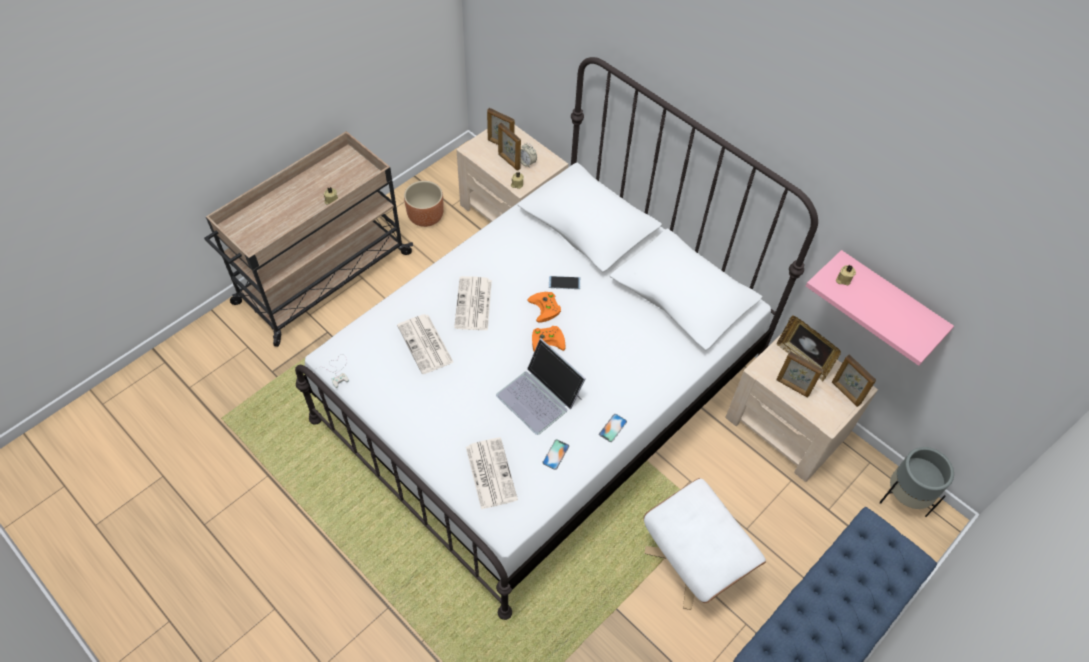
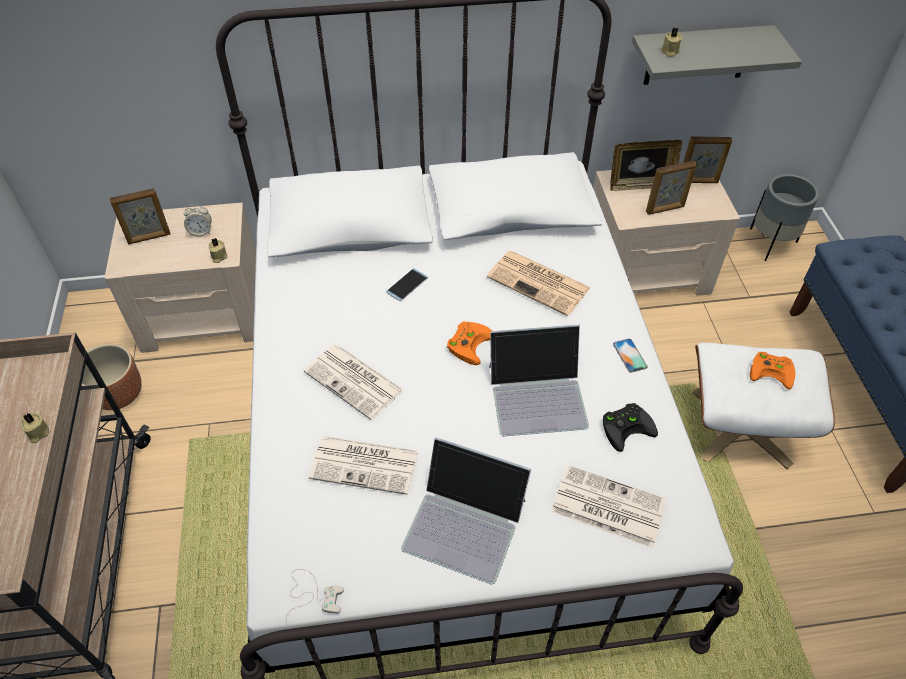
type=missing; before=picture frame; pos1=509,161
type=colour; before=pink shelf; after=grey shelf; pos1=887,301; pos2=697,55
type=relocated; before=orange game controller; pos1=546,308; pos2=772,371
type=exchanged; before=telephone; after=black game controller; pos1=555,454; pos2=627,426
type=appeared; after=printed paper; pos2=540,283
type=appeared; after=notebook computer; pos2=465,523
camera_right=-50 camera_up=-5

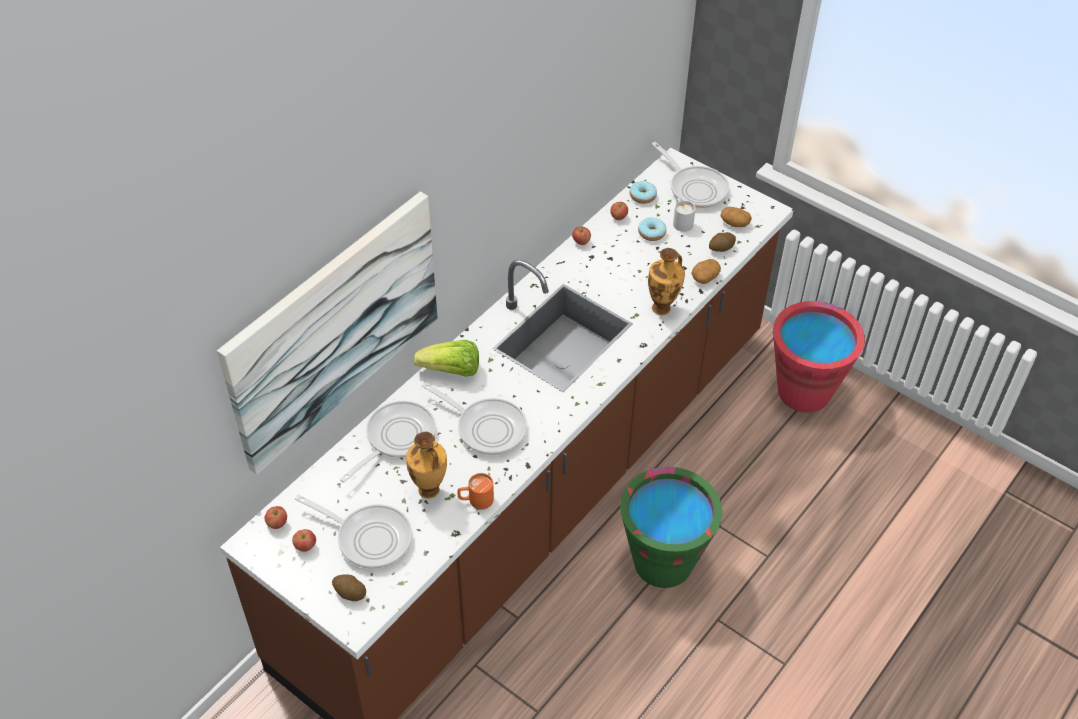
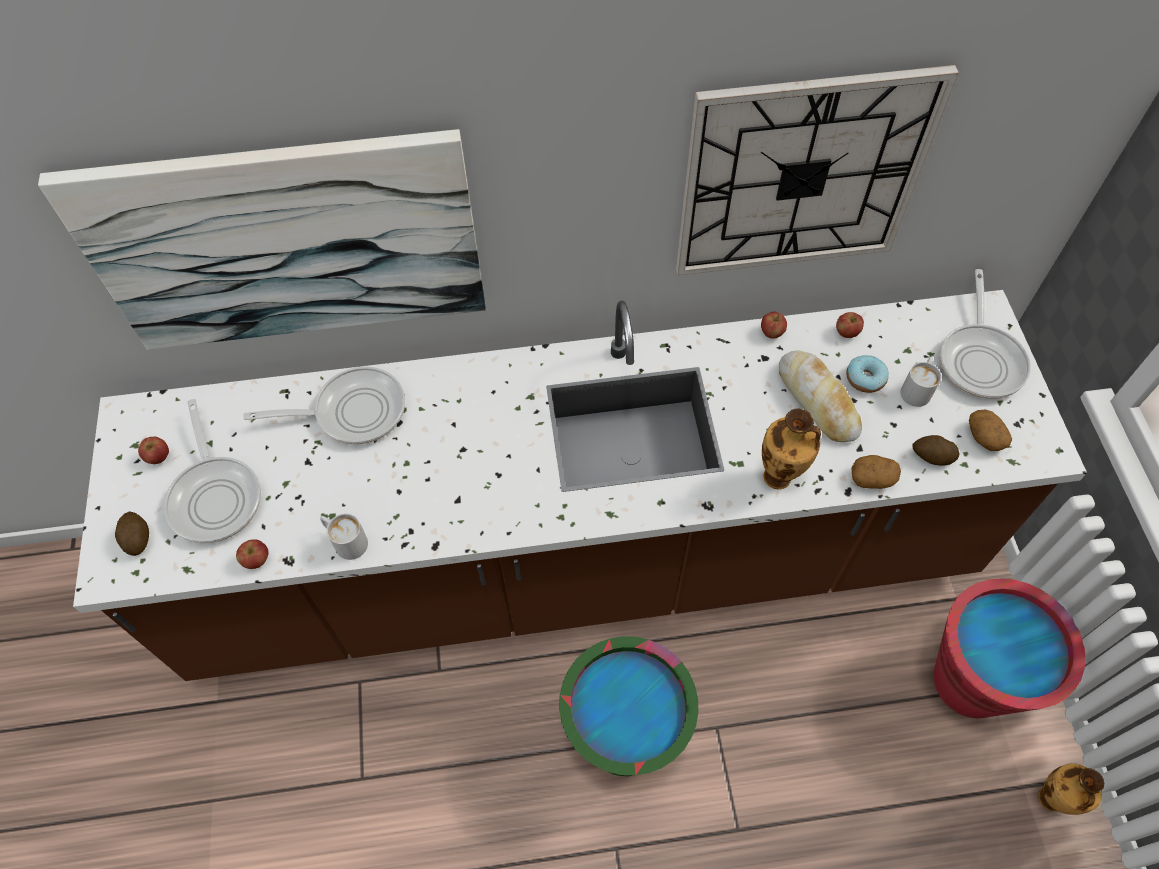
type=missing; before=donut; pos1=642,196
type=missing; before=lettuce head; pos1=451,371
type=missing; before=pan; pos1=486,427
type=relocated; before=vase; pos1=429,491; pos2=1050,800
type=colour; before=orange tea mug; after=white tea mug; pos1=475,500; pos2=345,541
type=relocated; before=apple; pos1=277,523; pos2=256,560
type=appeared; after=wall clock; pos2=801,176
type=appeared; after=baked bread; pos2=817,401
camera_right=45 camera_up=10

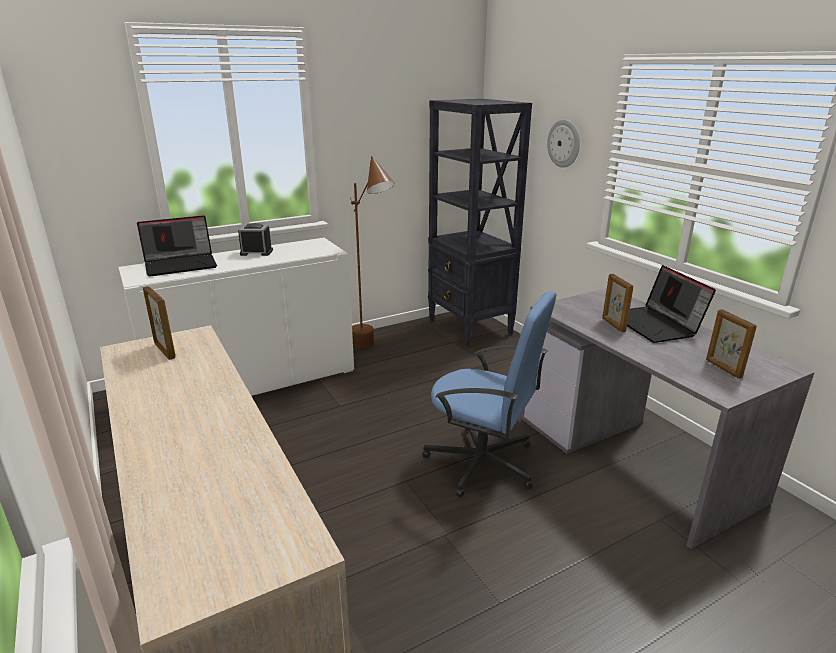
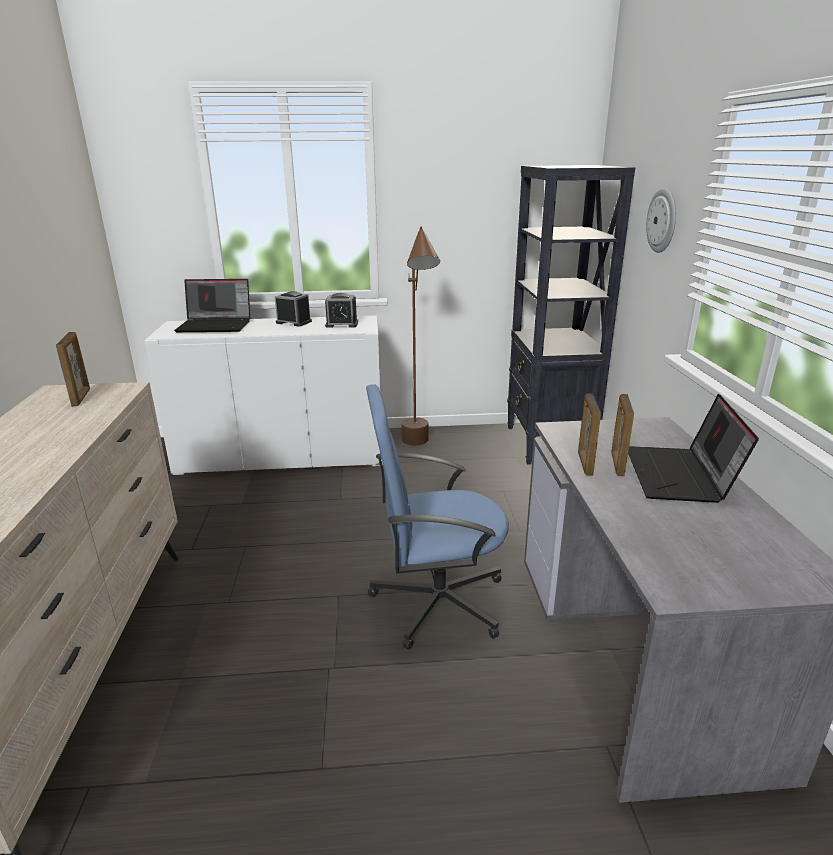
type=spun; before=bluish office chair; pos1=483,463; pos2=436,601; turn=120
type=relocated; before=picture frame; pos1=723,369; pos2=585,464
type=appeared; after=bedside clock; pos2=342,324
camera_right=25 camera_up=0

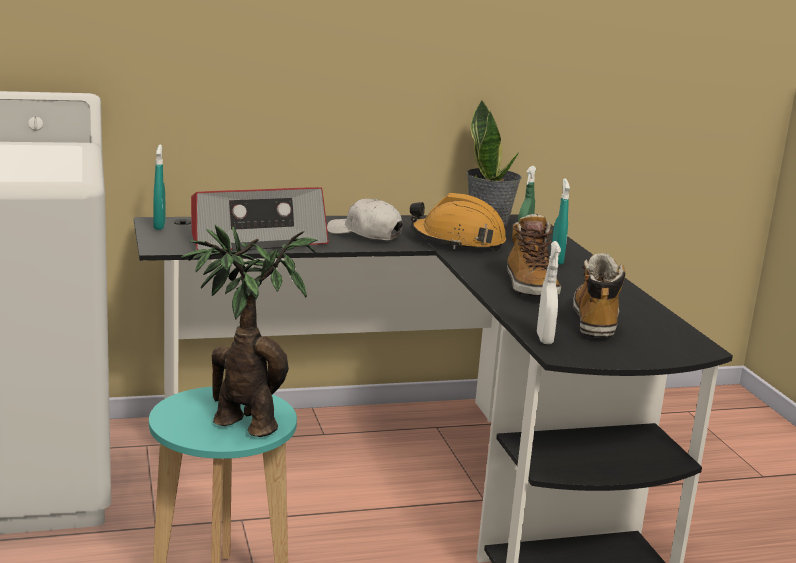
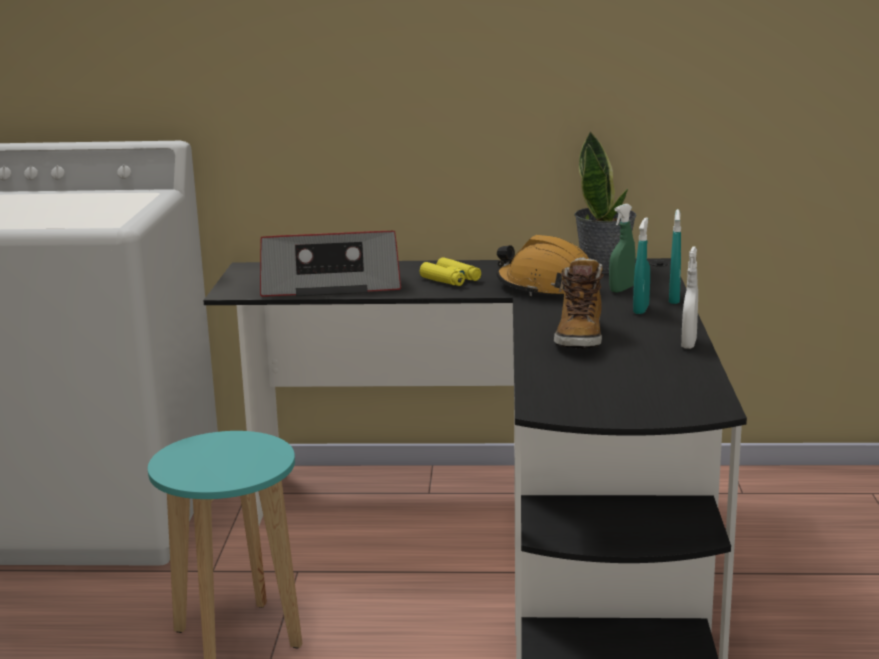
type=relocated; before=blue-green spray bottle; pos1=159,226; pos2=674,299
type=exchanged; before=white peaked cap; after=yellow-coloured field glasses; pos1=365,234; pos2=451,279
type=missing; before=potted plant; pos1=241,422
type=relocated; before=white spray bottle; pos1=544,339; pos2=688,344
type=missing; before=boot; pos1=595,321
camera_right=20 camera_up=0

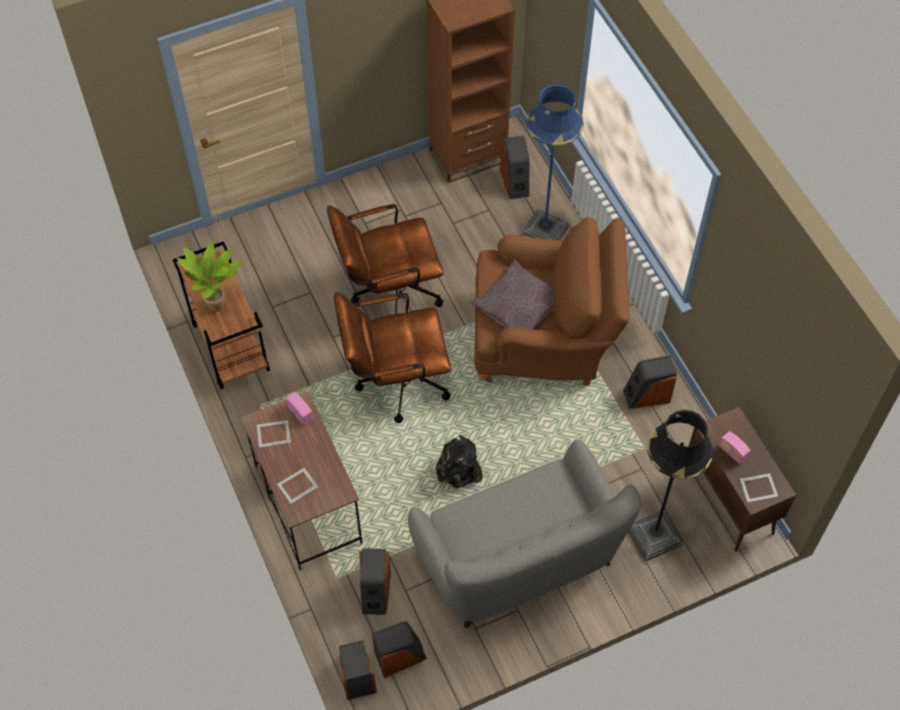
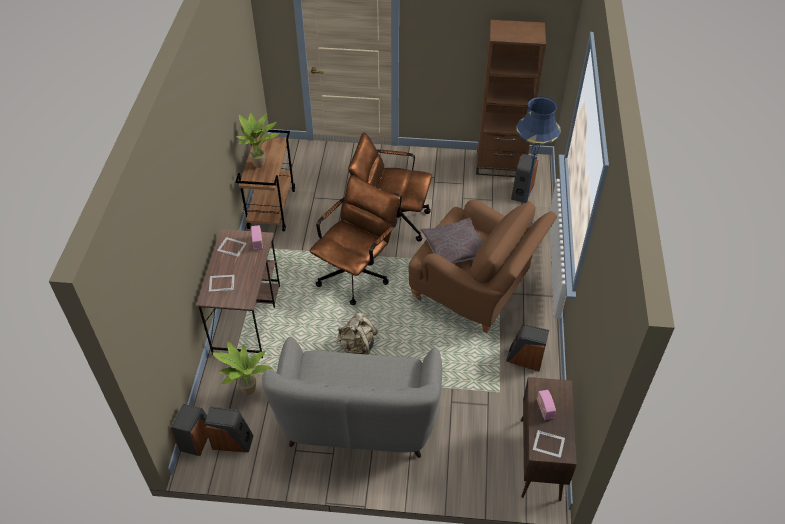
type=spun; before=brown office chair; pos1=395,382; pos2=357,272; turn=105
type=missing; before=black floor lamp; pos1=654,536
type=colour; before=black backpack; after=beige-coloured backpack; pos1=459,473; pos2=357,346
type=exchanged; before=audio speaker; after=potted plant; pos1=375,592; pos2=248,392
camera_right=30 camera_up=-10

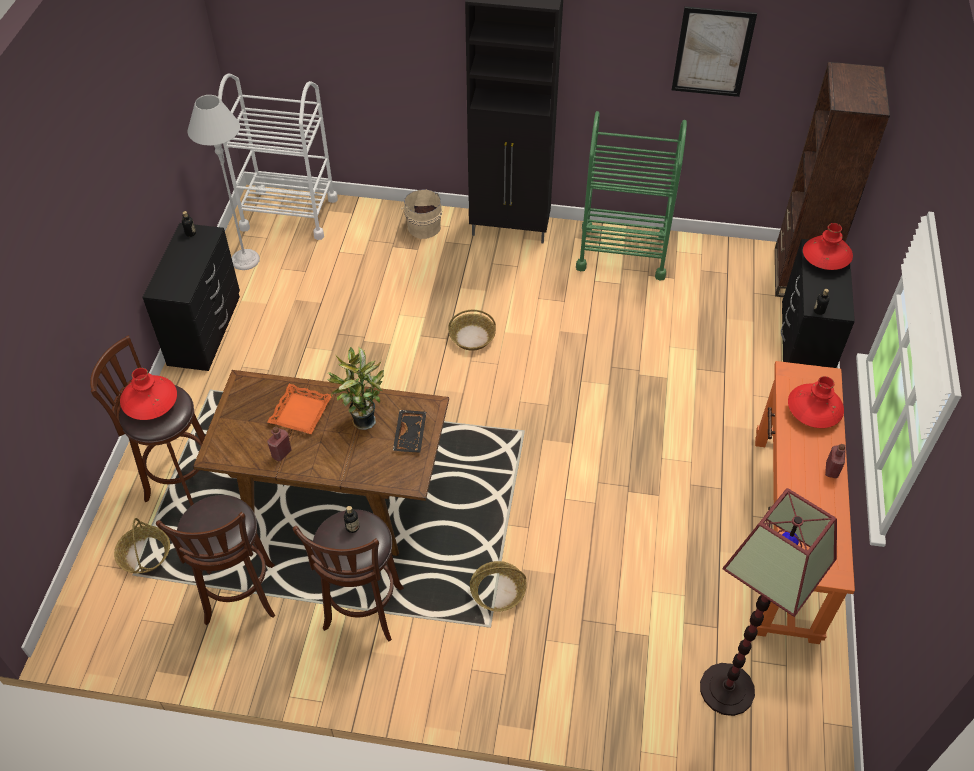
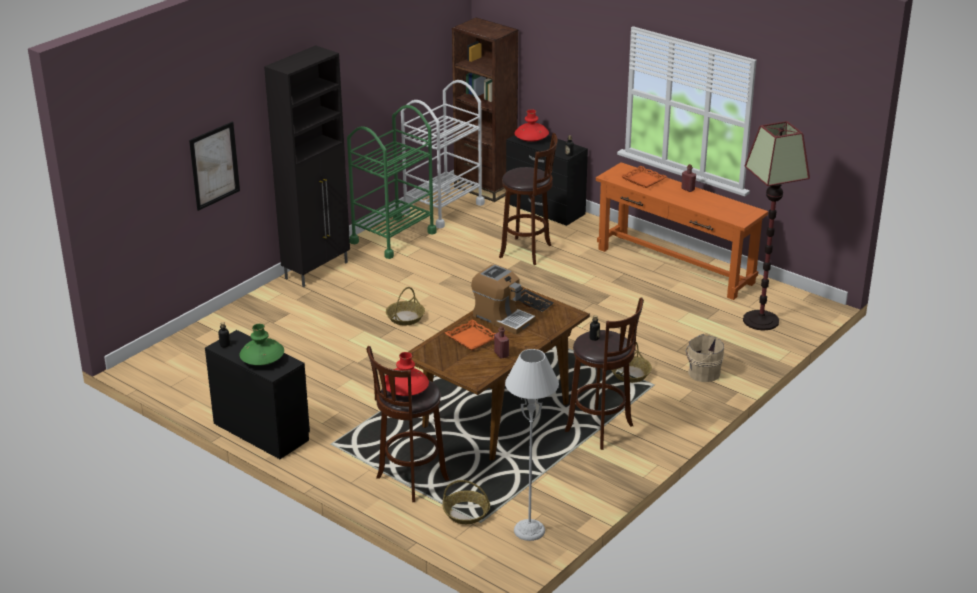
type=relocated; before=wall picture; pos1=712,52; pos2=214,165
type=relocated; before=white wheeled cart; pos1=289,213; pos2=443,208
type=relocated; before=grey floor lamp; pos1=245,260; pos2=529,530
type=relocated; before=beige-coloured bucket; pos1=423,226; pos2=702,373
type=exchanged; before=potted plant; after=coffee maker; pos1=361,420; pos2=502,318
type=exchanged; before=reddish vase; after=orange tray; pos1=813,412; pos2=643,180
type=relocated; before=brown stool seat; pos1=240,598; pos2=528,252
type=appeared; after=green-coloured vase; pos2=262,359
camera_right=-60 camera_up=-20

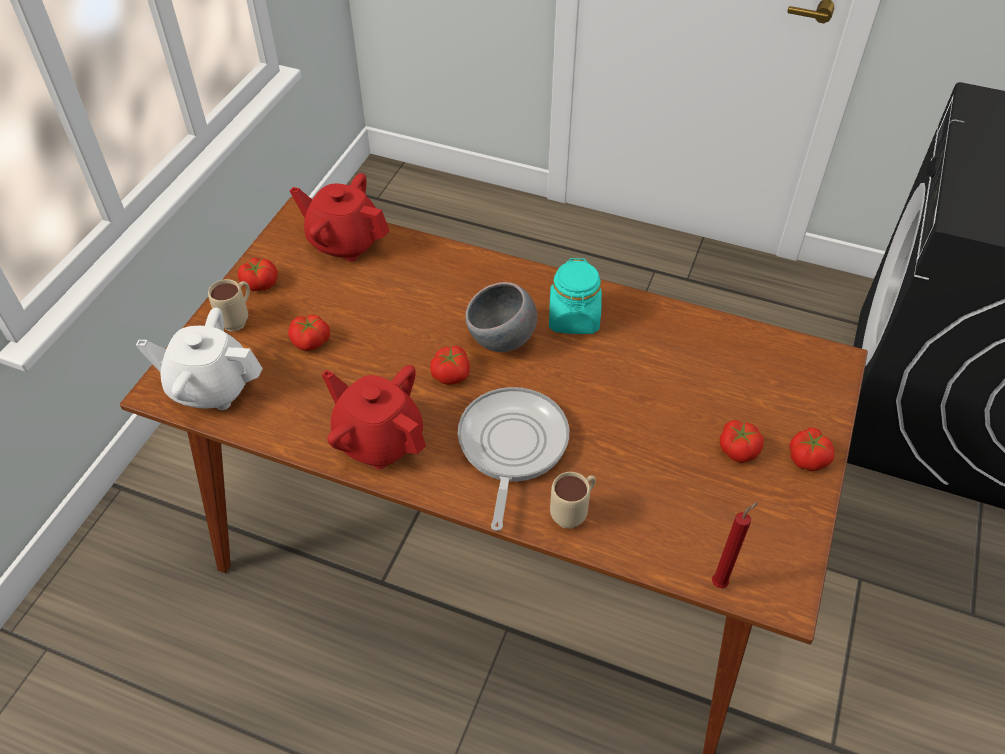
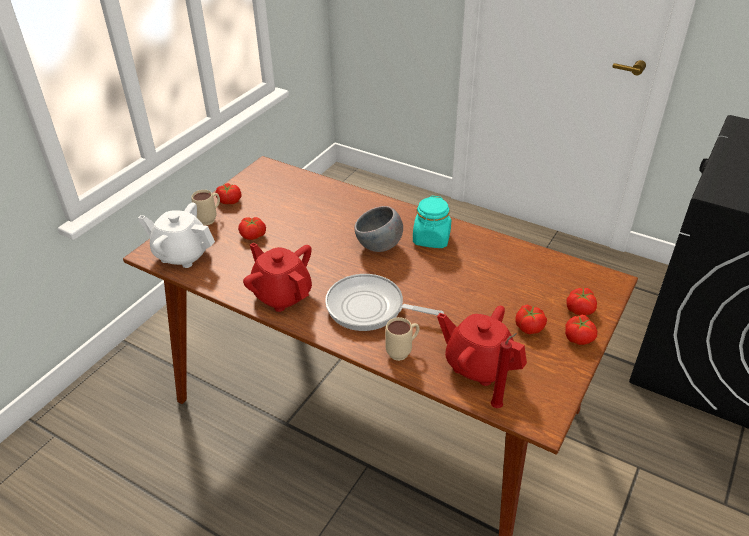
type=relocated; before=reddish teapot; pos1=345,242; pos2=478,365
type=relocated; before=fresh tomato; pos1=451,374; pos2=580,309
type=spun; before=pan; pos1=511,446; pos2=370,308; turn=-90
camera_right=10 camera_up=-10

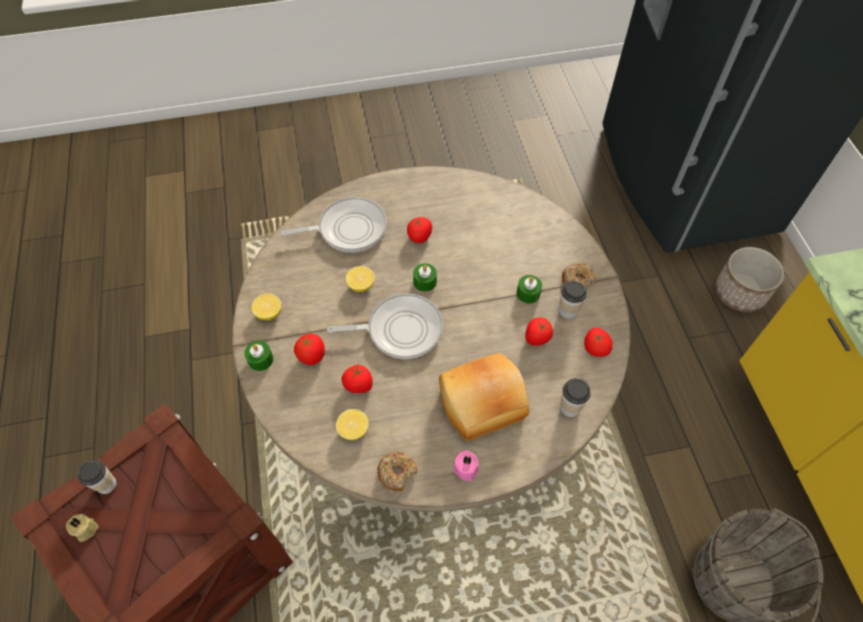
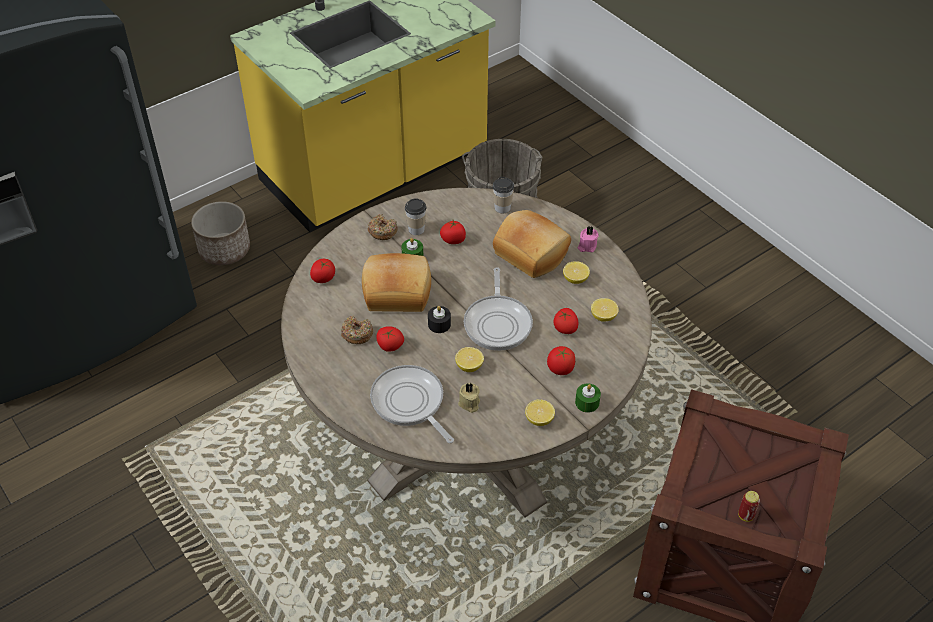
type=colour; before=green-coloured wax candle; after=black wax candle; pos1=425,281; pos2=439,324
type=spun; before=pan; pos1=400,329; pos2=498,323; turn=-150
type=relocated; before=fresh tomato; pos1=595,348; pos2=323,278
type=relocated; before=donut; pos1=397,472; pos2=357,334
type=exchanged; before=cup; after=metal can; pos1=106,484; pos2=745,515
type=relocated; before=beige-coloured wax candle; pos1=85,529; pos2=469,404
type=appeared; after=baked bread; pos2=397,291
type=appeared; after=citrus fruit; pos2=575,279
camera_right=-115 camera_up=-10

